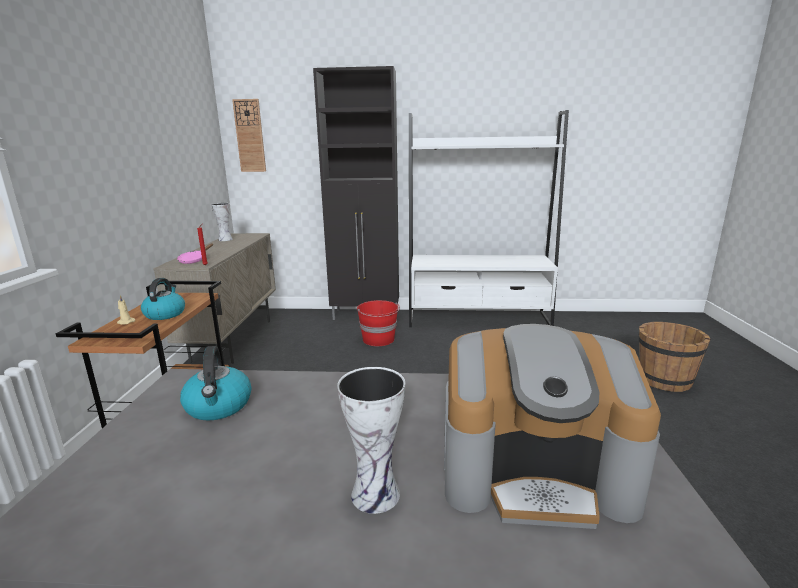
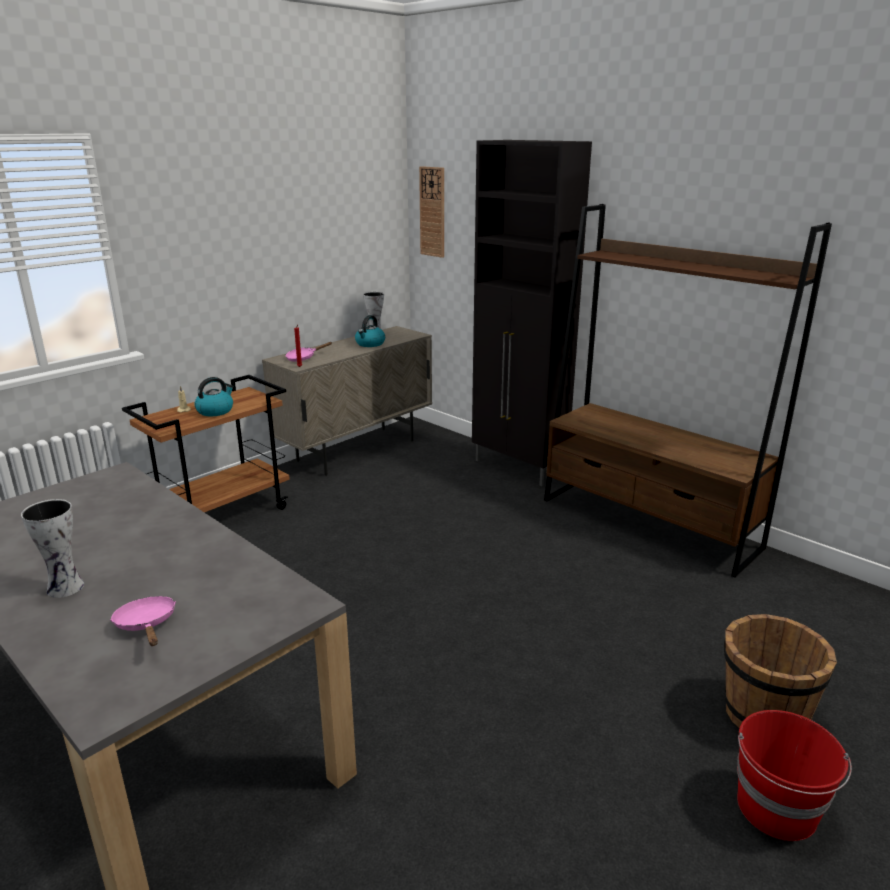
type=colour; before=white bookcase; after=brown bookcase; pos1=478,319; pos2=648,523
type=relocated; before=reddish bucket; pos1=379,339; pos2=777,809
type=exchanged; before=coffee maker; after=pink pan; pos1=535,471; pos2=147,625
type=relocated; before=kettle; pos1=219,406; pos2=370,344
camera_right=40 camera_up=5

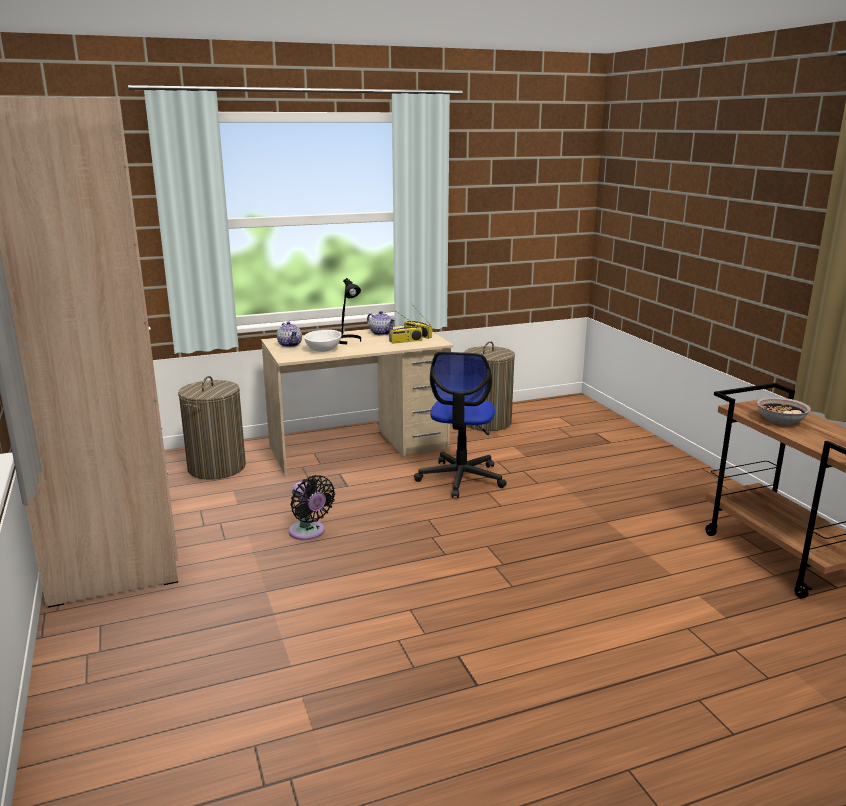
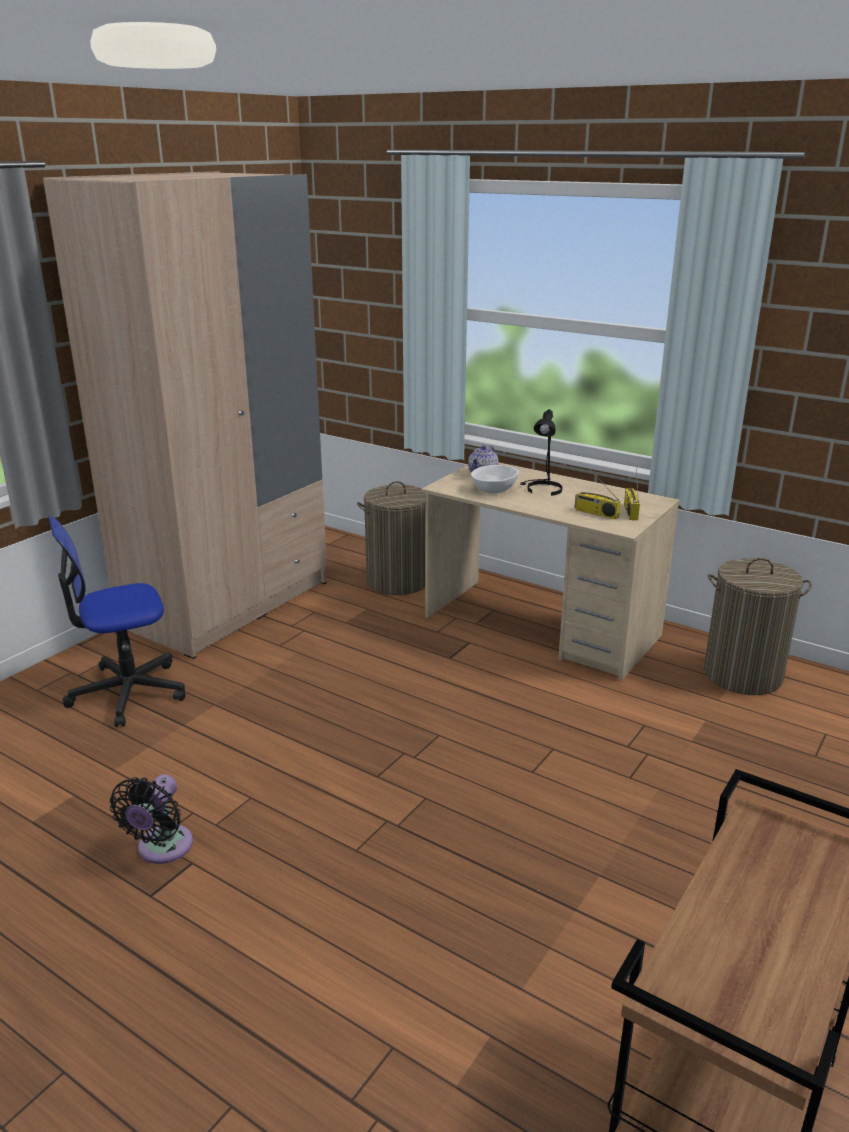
type=missing; before=teapot; pos1=381,333
type=relocated; before=office chair; pos1=461,479; pos2=127,692
type=missing; before=deep dish; pos1=780,421
type=relocated; before=black electric fan; pos1=309,532; pos2=162,849
camera_right=55 camera_up=5

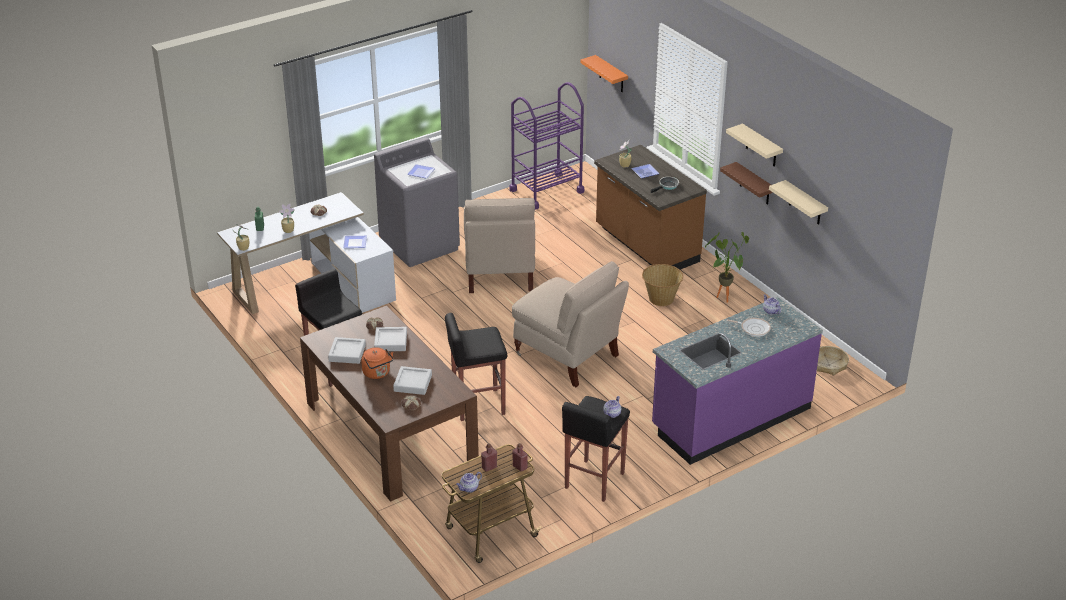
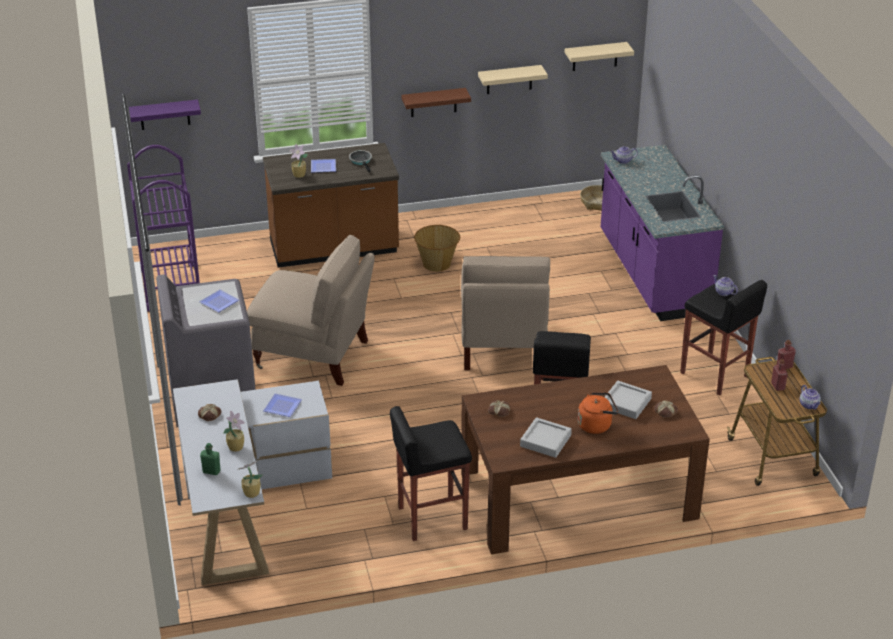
type=colour; before=orange shelf; after=purple shelf; pos1=611,74; pos2=164,115
type=relocated; before=beige-coloured shelf; pos1=761,146; pos2=595,56
type=missing; before=potted plant; pos1=723,296
type=spun; before=beige-coloured plain chair; pos1=568,356; pos2=502,344; turn=120
type=missing; before=pan; pos1=753,328
type=missing; before=grey tray; pos1=391,342
camera_right=-70 camera_up=0

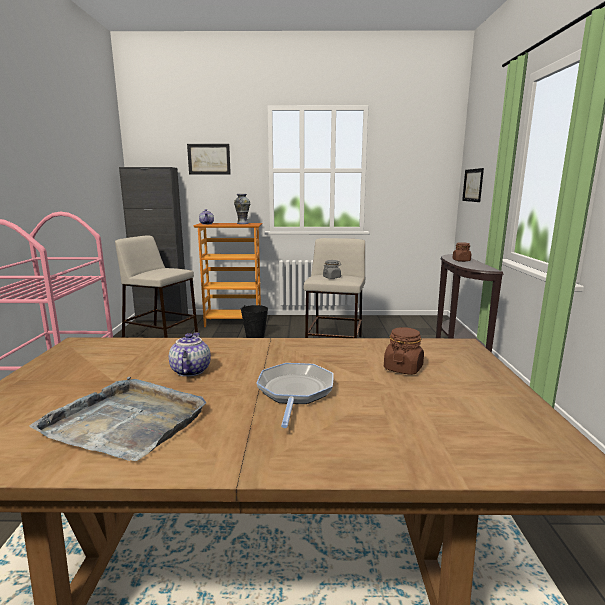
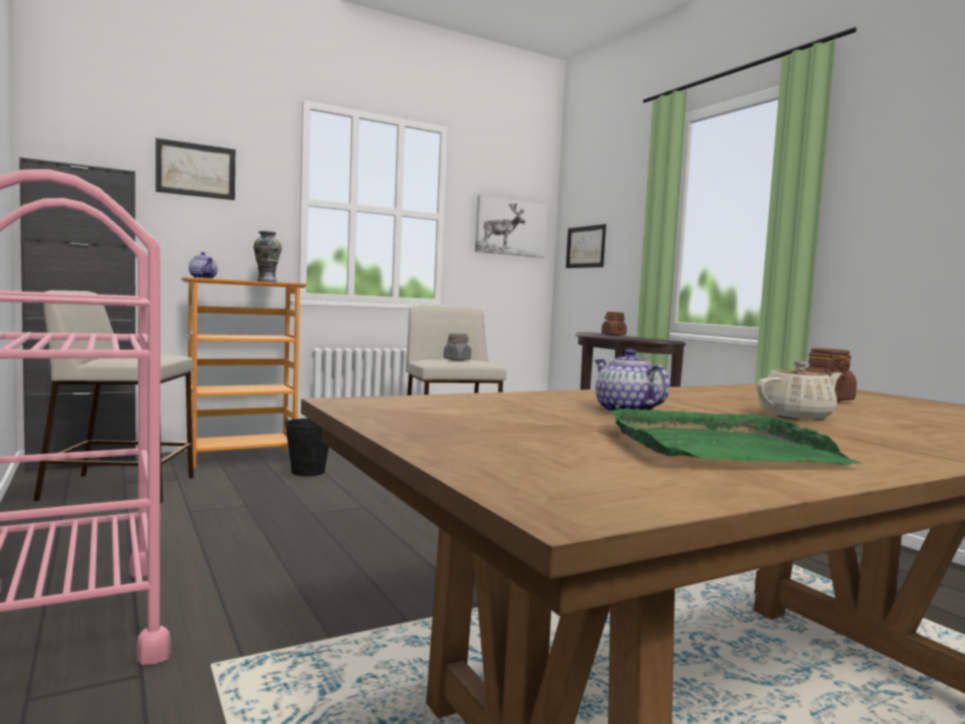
type=exchanged; before=pan; after=beige-coloured teapot; pos1=295,392; pos2=797,417
type=colour; before=grey tray; after=green-coloured tray; pos1=127,421; pos2=718,447
type=appeared; after=wall picture; pos2=510,227
camera_right=-30 camera_up=-10

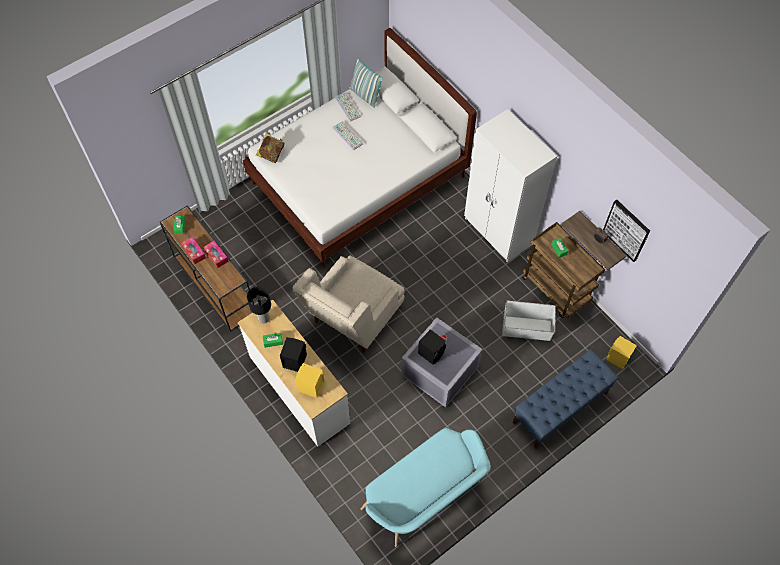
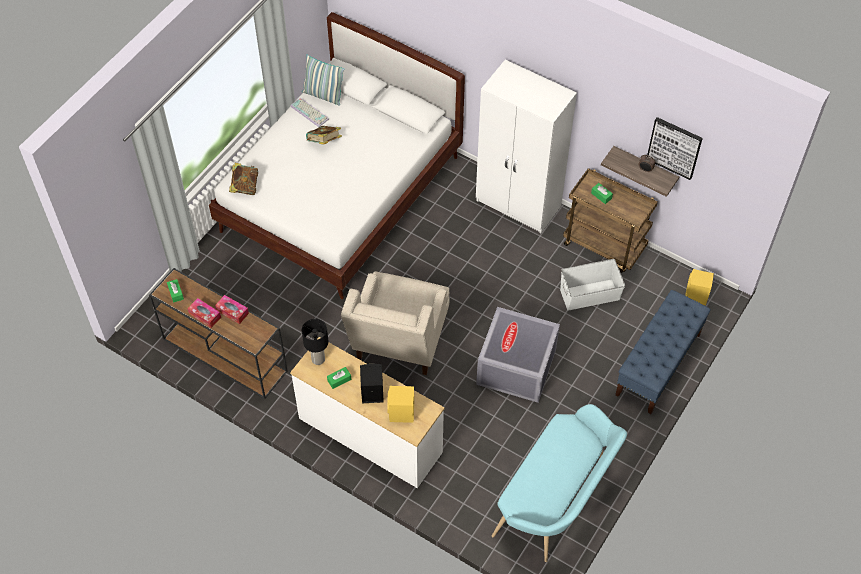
type=exchanged; before=computer keyboard; after=volume; pos1=348,135; pos2=324,143
type=missing; before=black audio speaker; pos1=431,352
camera_right=-20 camera_up=-5

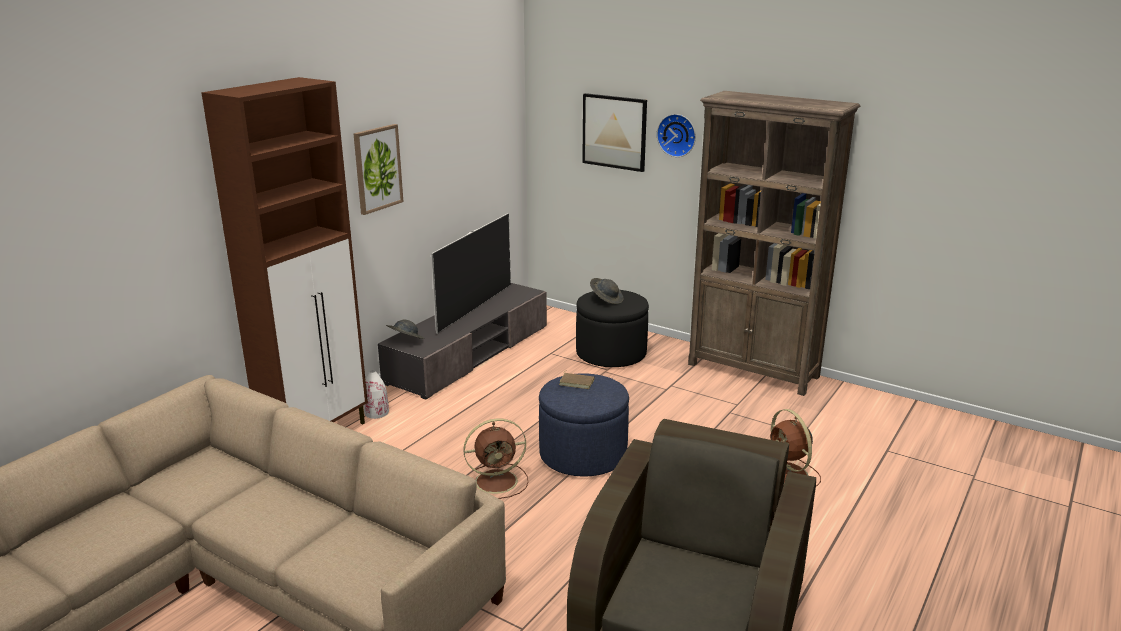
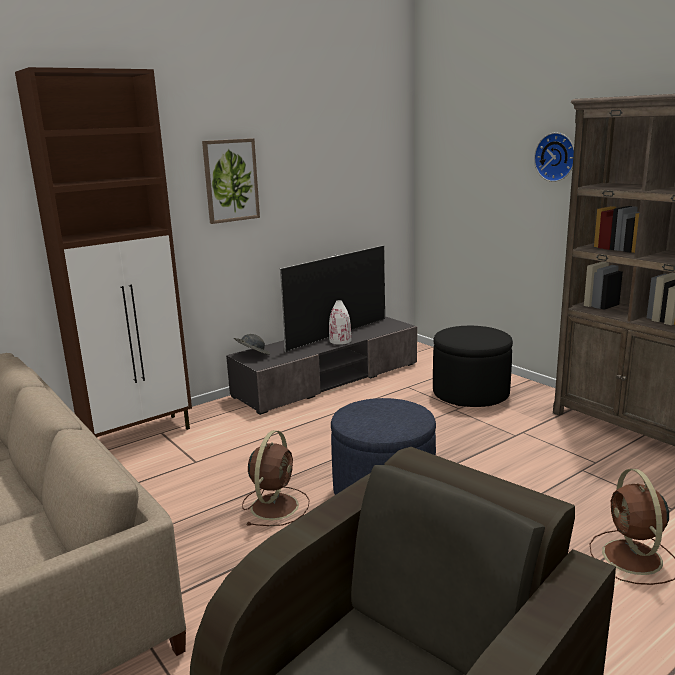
type=missing; before=wall picture; pos1=614,132
type=missing; before=grey hat; pos1=606,299
type=relocated; before=white vase; pos1=377,412; pos2=340,341
type=missing; before=brown volume; pos1=577,382
type=spun; before=brown electric fan; pos1=498,481; pos2=275,505; turn=-75
camera_right=20 camera_up=-5

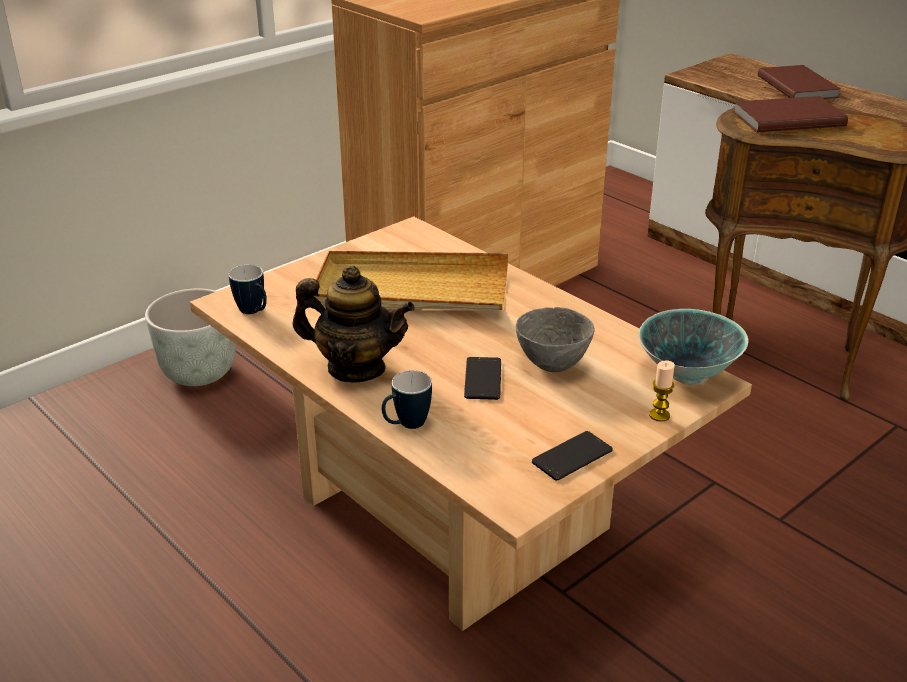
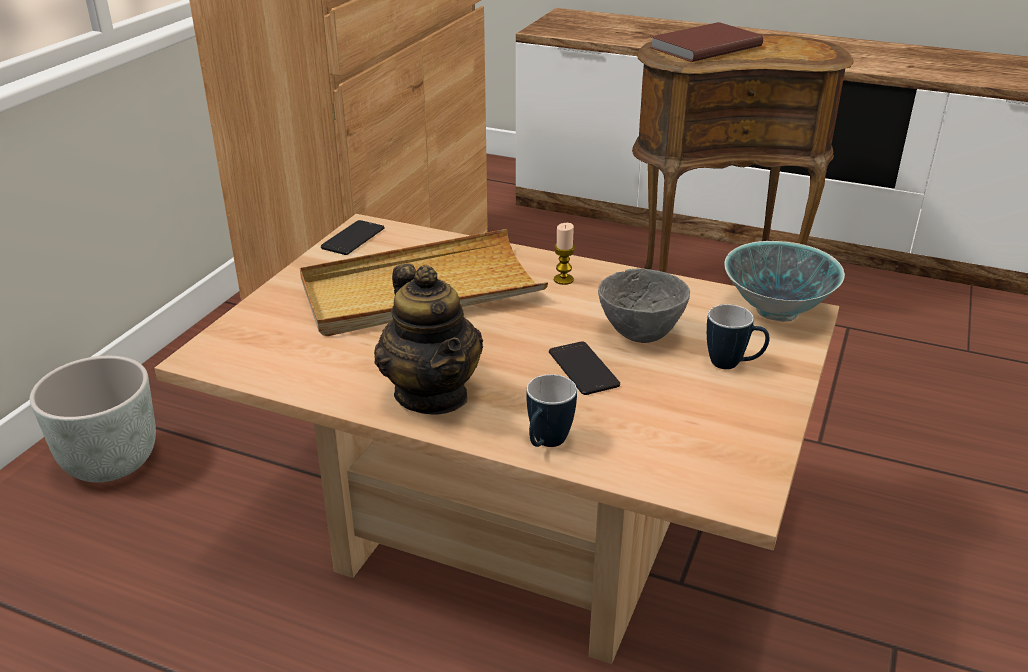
type=missing; before=brown volume; pos1=798,86
type=relocated; before=tea mug; pos1=254,312; pos2=733,364
type=spun; before=teapot; pos1=356,368; pos2=432,394; turn=75
type=relocated; before=wax candle; pos1=659,415; pos2=563,280
type=relocated; before=telephone; pos1=572,456; pos2=353,238
camera_right=-25 camera_up=0

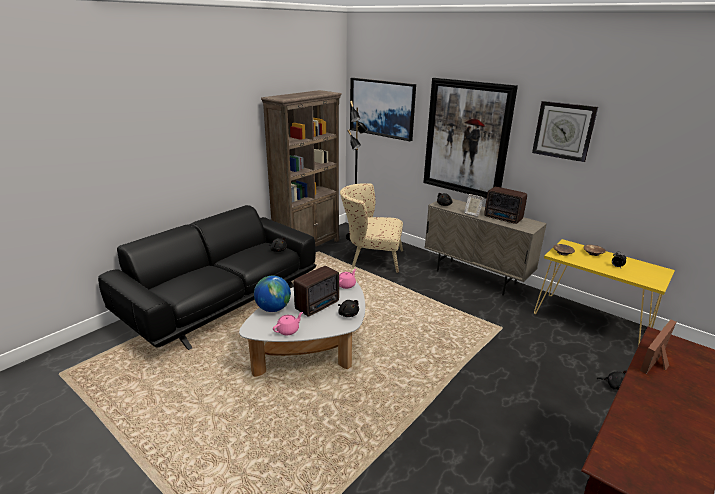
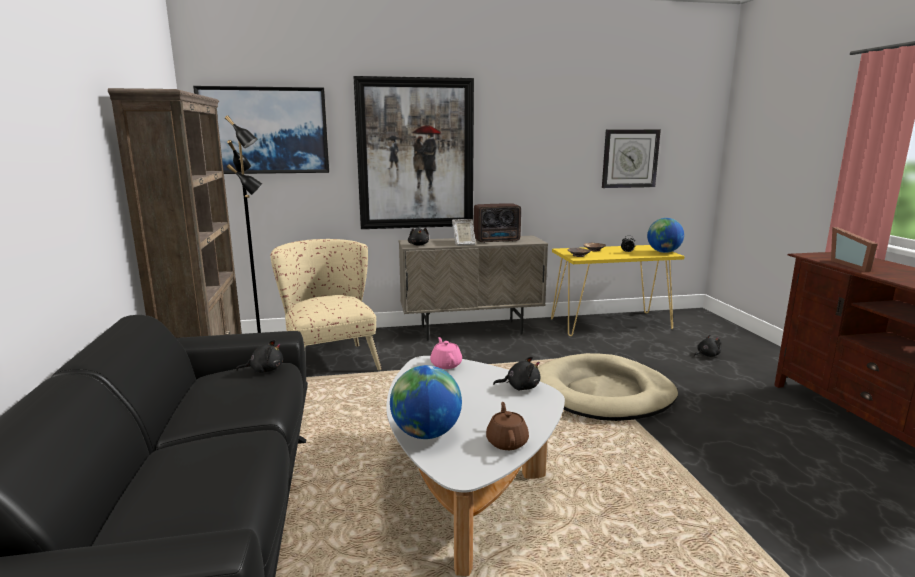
type=relocated; before=wall clock; pos1=563,130; pos2=630,158
type=spun; before=beige-coloured easy chair; pos1=371,258; pos2=329,359; turn=105
type=missing; before=radio; pos1=318,306
type=colour; before=pink teapot; after=brown teapot; pos1=288,330; pos2=507,442
type=appeared; after=globe; pos2=663,252
type=appeared; after=beige-coloured pet bed; pos2=603,393
camera_right=-50 camera_up=-10

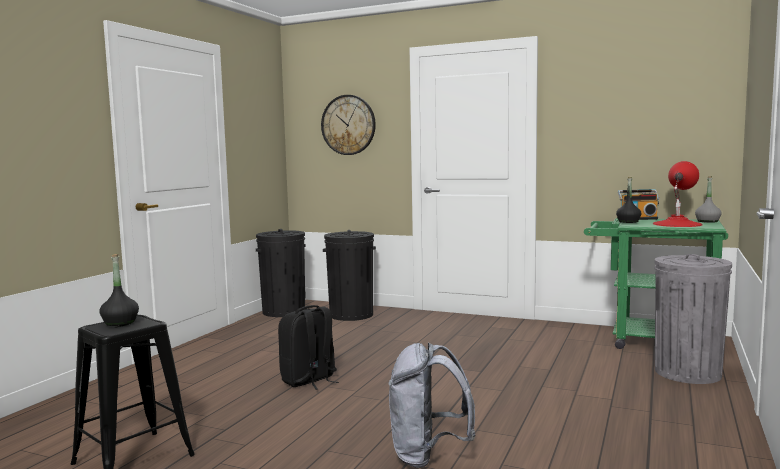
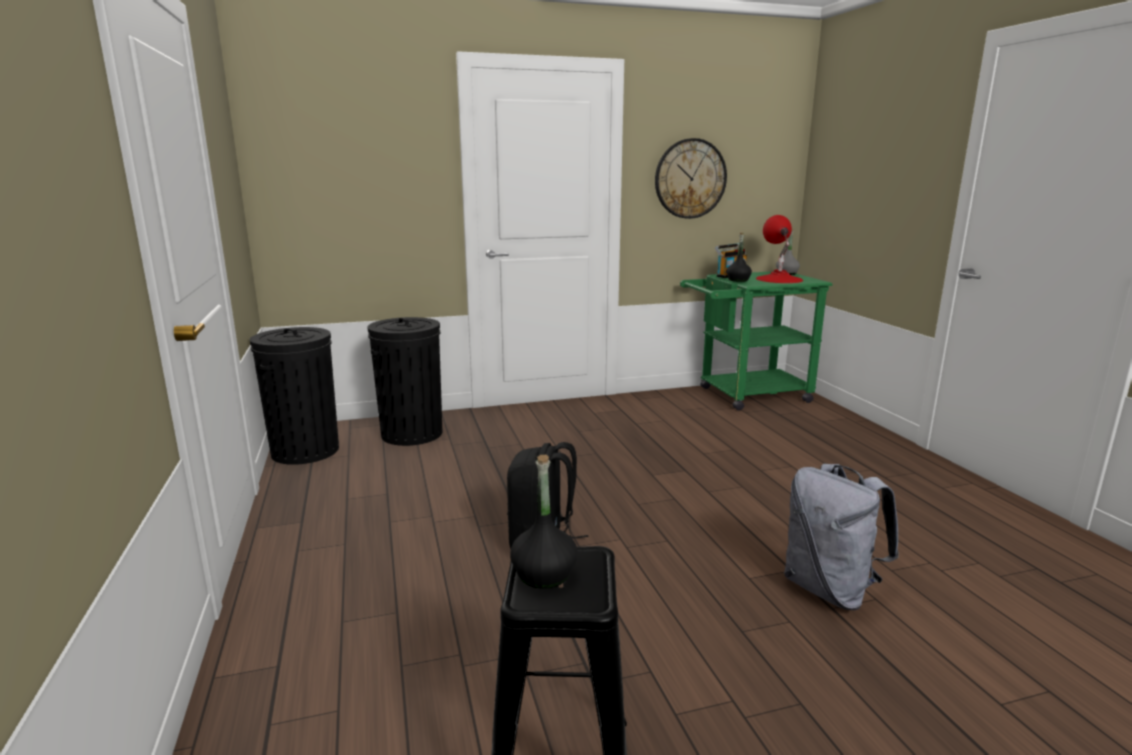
type=relocated; before=wall clock; pos1=348,125; pos2=690,179
type=missing; before=grey rubbish bin; pos1=687,372
camera_right=-40 camera_up=10

